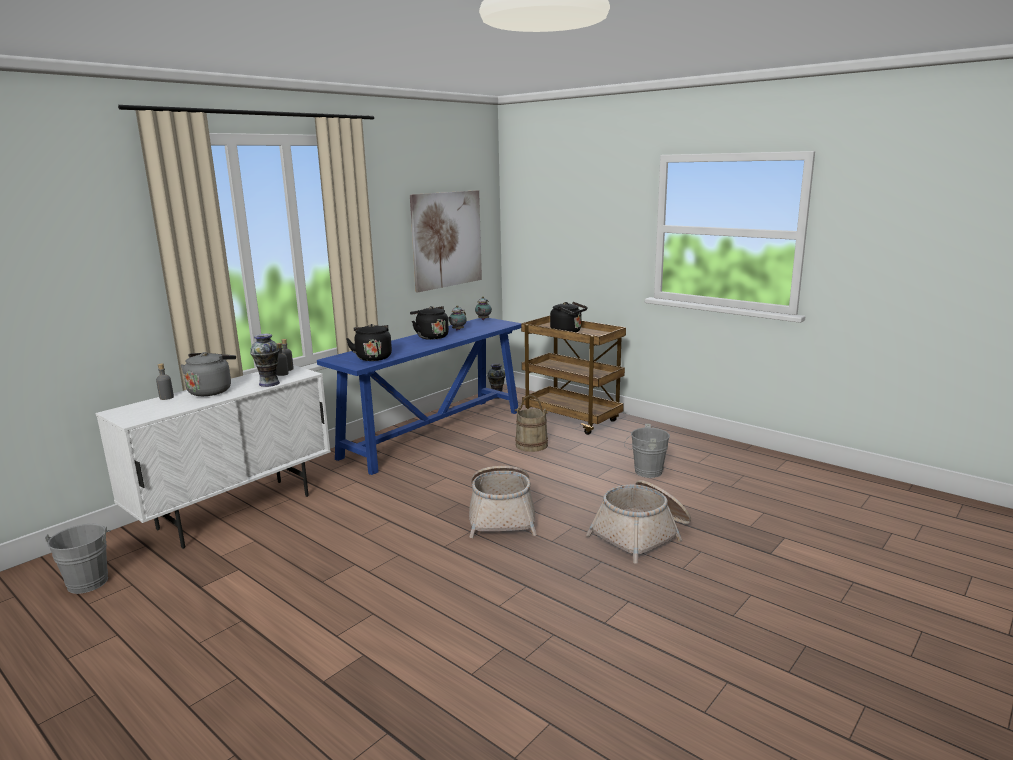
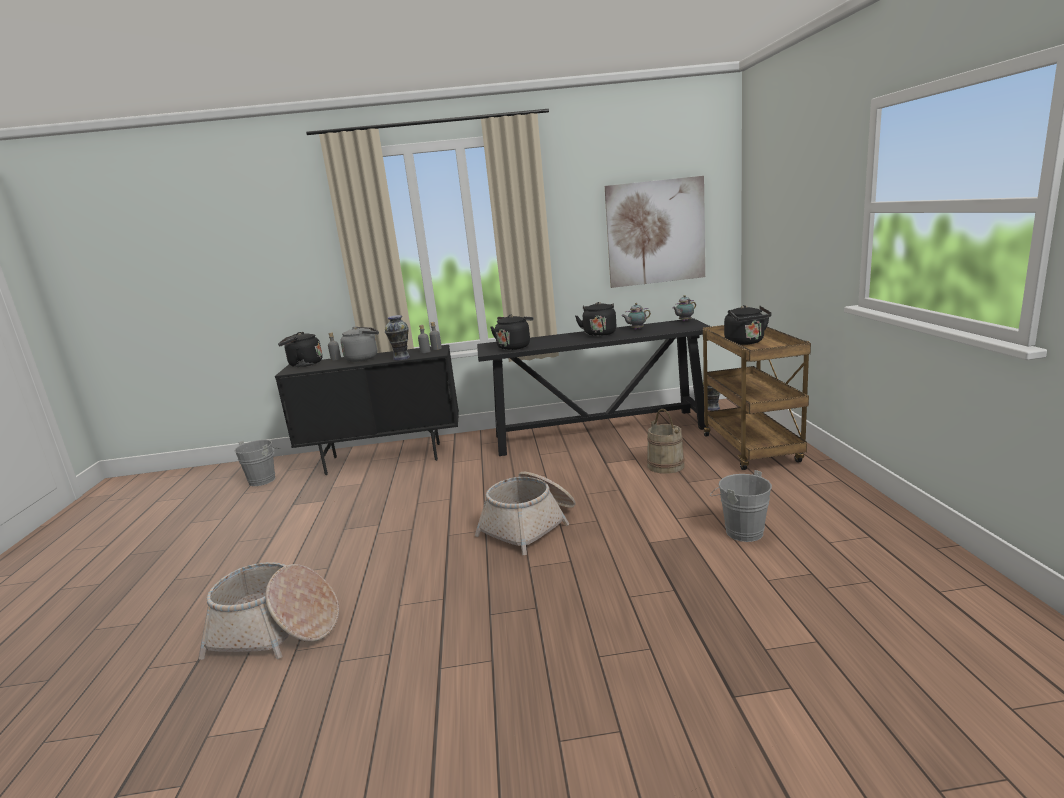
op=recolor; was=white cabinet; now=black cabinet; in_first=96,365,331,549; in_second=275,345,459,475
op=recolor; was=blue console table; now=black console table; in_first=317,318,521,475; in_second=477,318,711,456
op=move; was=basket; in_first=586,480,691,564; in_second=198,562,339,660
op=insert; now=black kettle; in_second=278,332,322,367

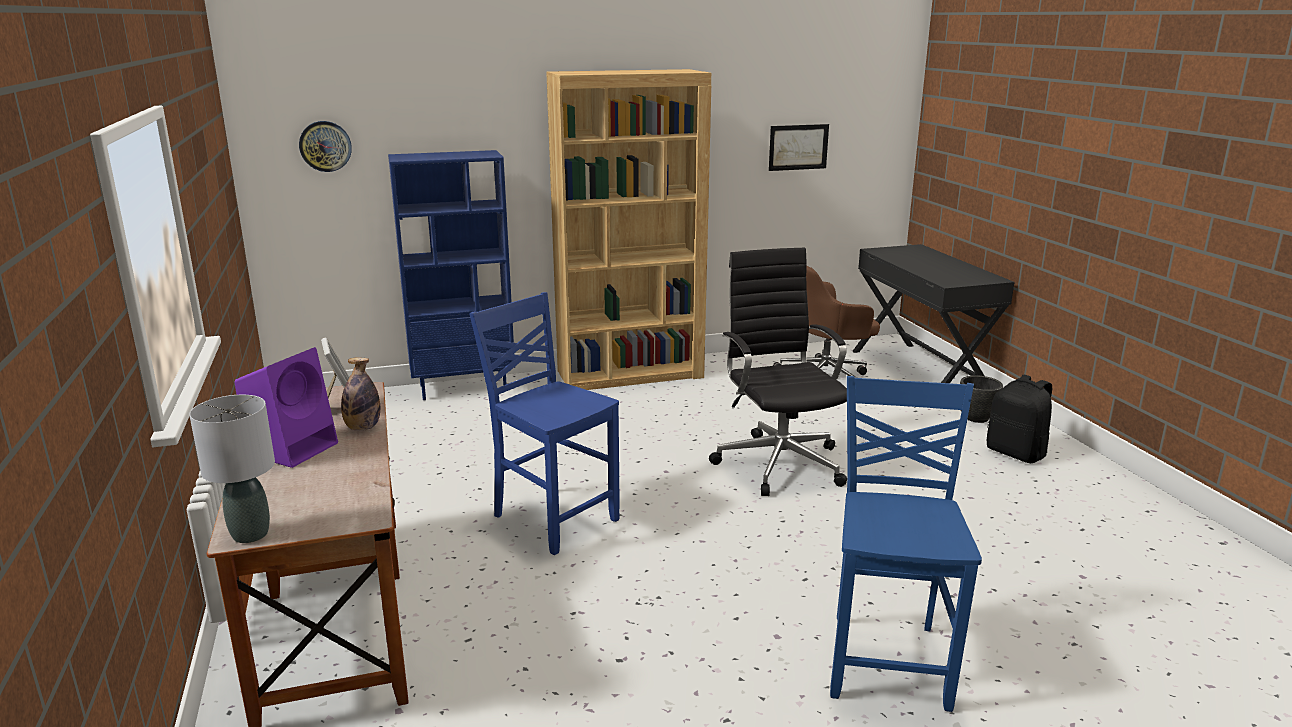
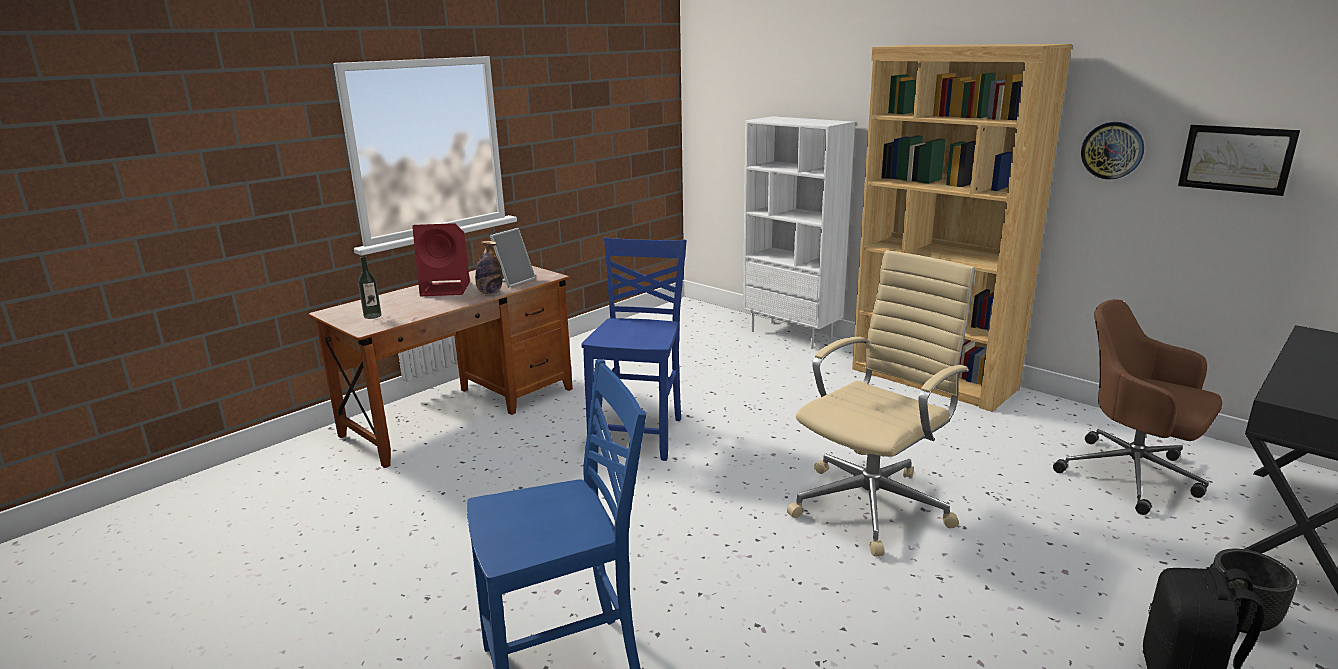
op=delete; was=grey table lamp; in_first=189,395,275,543
op=recolor; was=purple speaker; now=red speaker; in_first=234,347,338,468; in_second=412,223,470,296
op=move; was=wall clock; in_first=299,121,352,172; in_second=1081,122,1144,180
op=recolor; was=blue bookcase; now=white bookcase; in_first=388,150,515,400; in_second=743,116,855,349
op=recolor; was=black office chair; now=beige office chair; in_first=709,247,847,496; in_second=787,250,976,557
op=insert; now=bottle; in_second=358,256,381,319

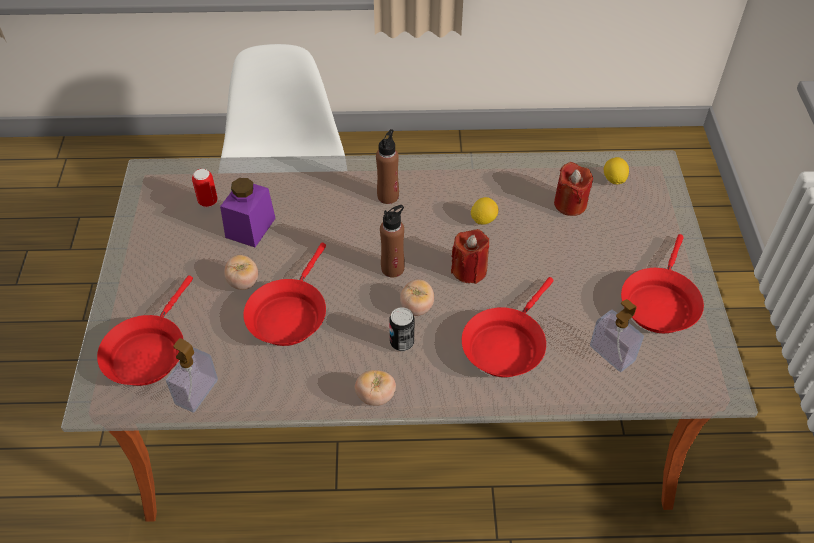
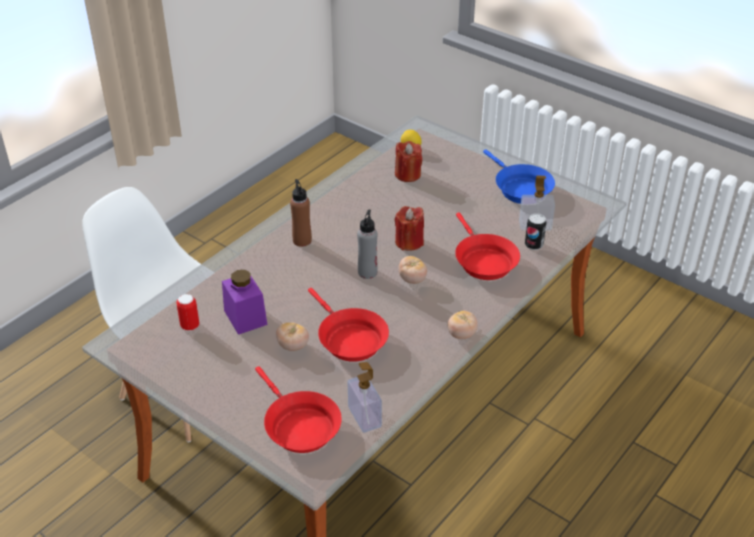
op=recolor; was=brown bottle; now=grey bottle; in_first=380,205,405,277; in_second=357,210,378,279
op=move; was=can; in_first=389,307,414,351; in_second=525,213,547,250
op=delete; was=lemon; in_first=471,197,498,225
op=recolor; was=red frying pan; now=blue frying pan; in_first=621,234,704,333; in_second=483,149,555,204

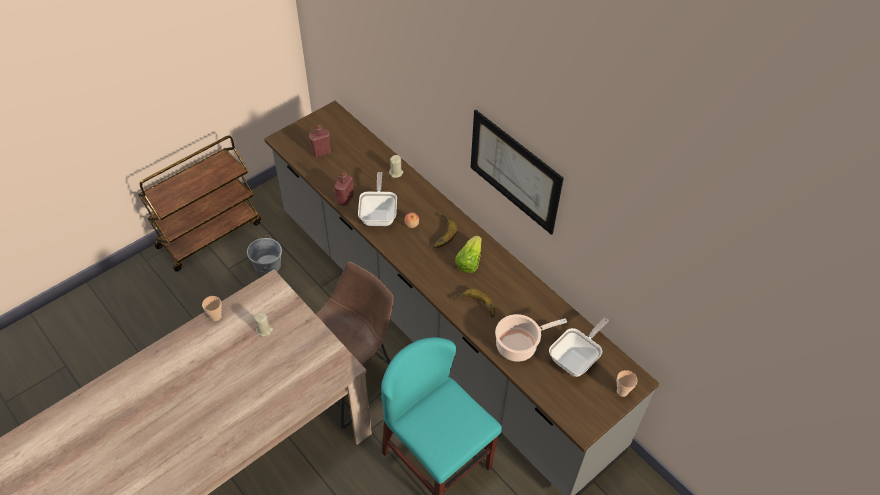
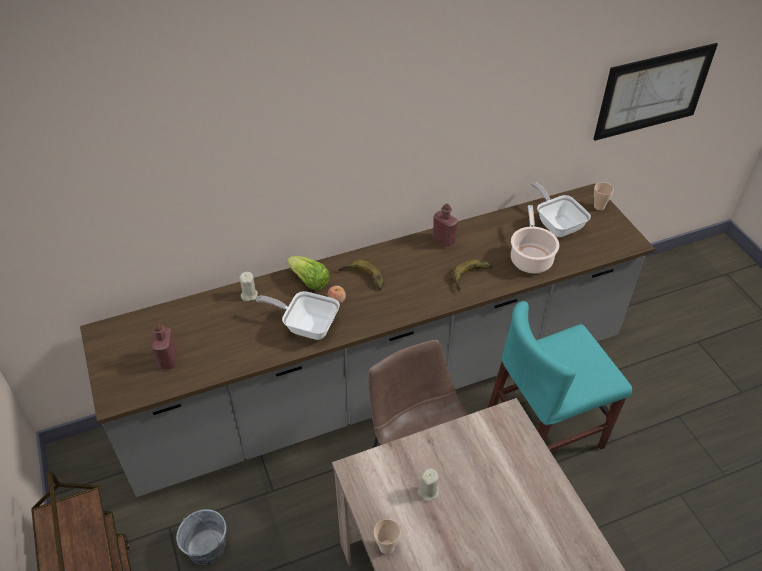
op=move; was=red bottle; in_first=334,170,354,206; in_second=433,203,458,247
op=move; was=lettuce; in_first=455,236,482,273; in_second=287,256,330,291
op=move; was=picture; in_first=470,110,564,235; in_second=593,43,718,141

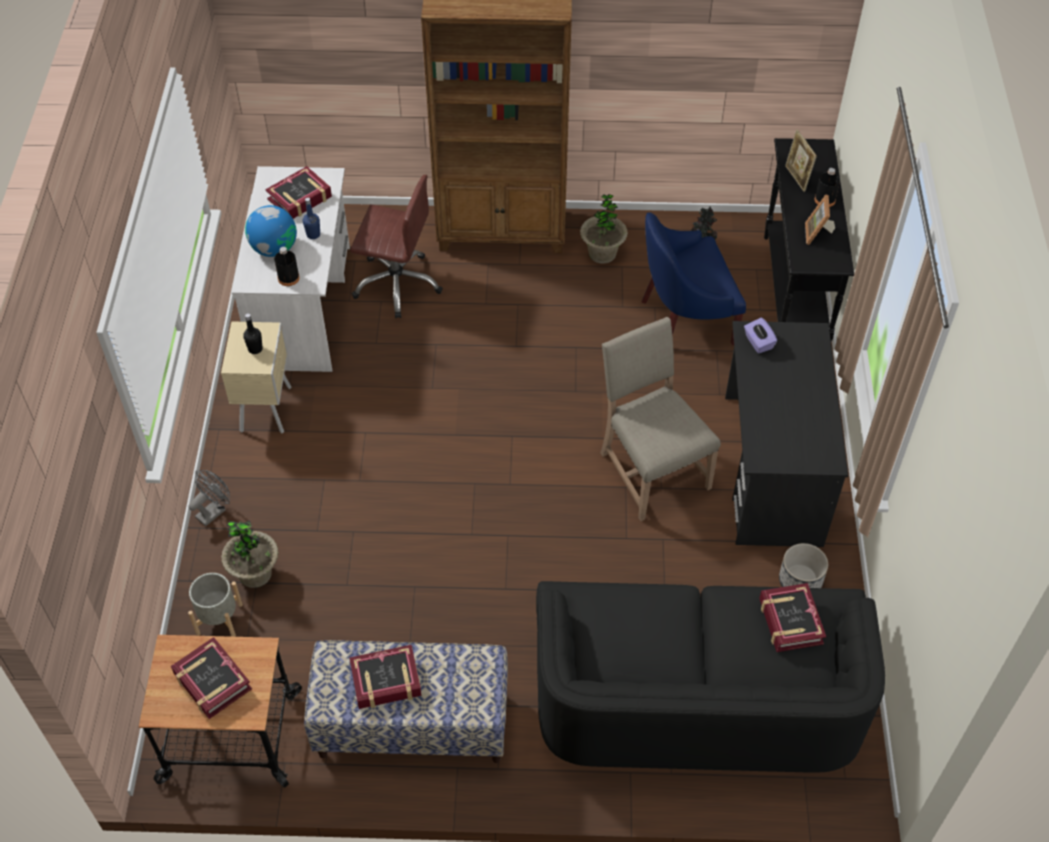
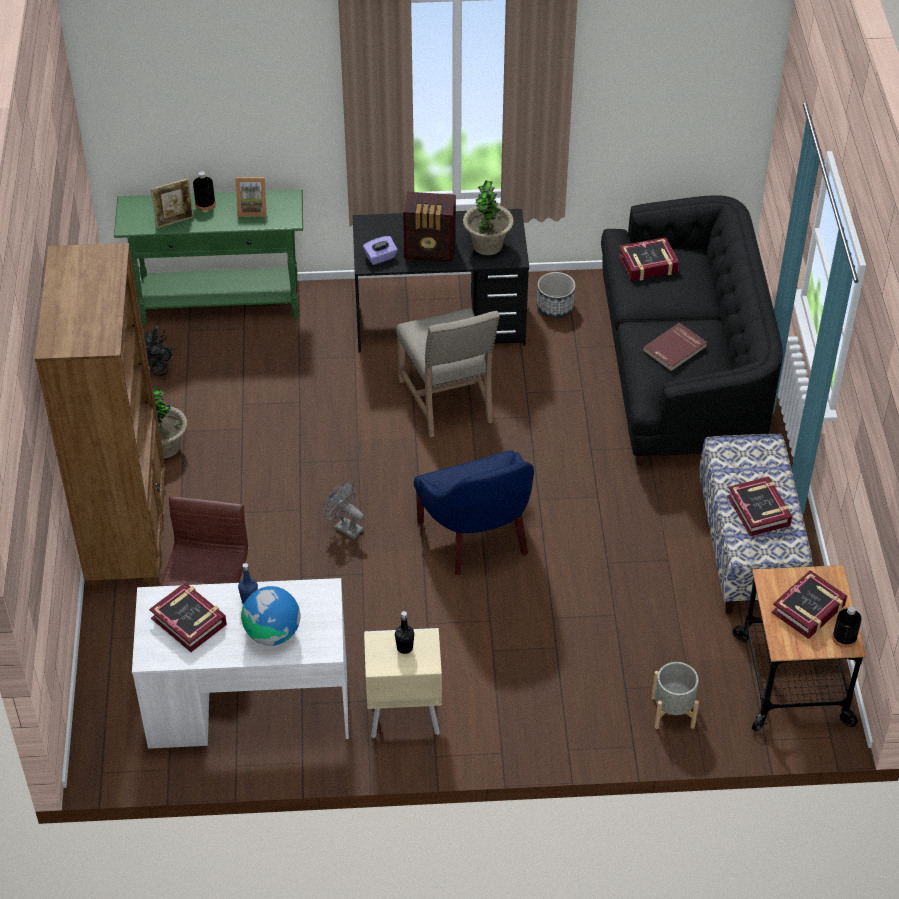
op=move; was=grey fan; in_first=188,470,230,526; in_second=323,482,364,539
op=move; was=potted plant; in_first=221,520,278,588; in_second=463,180,514,255
op=move; was=black bottle; in_first=274,247,300,286; in_second=832,606,862,648
op=rotate; was=beige chair; in_first=600,317,721,521; in_second=396,308,500,437; clockwise=-75
op=move; was=blue armchair; in_first=641,212,746,345; in_second=414,450,534,575
op=recolor; was=black console table; now=green console table; in_first=764,138,854,341; in_second=114,189,303,325
op=insert; now=radio; in_second=403,192,456,262
op=insert; now=red book; in_second=643,323,707,371

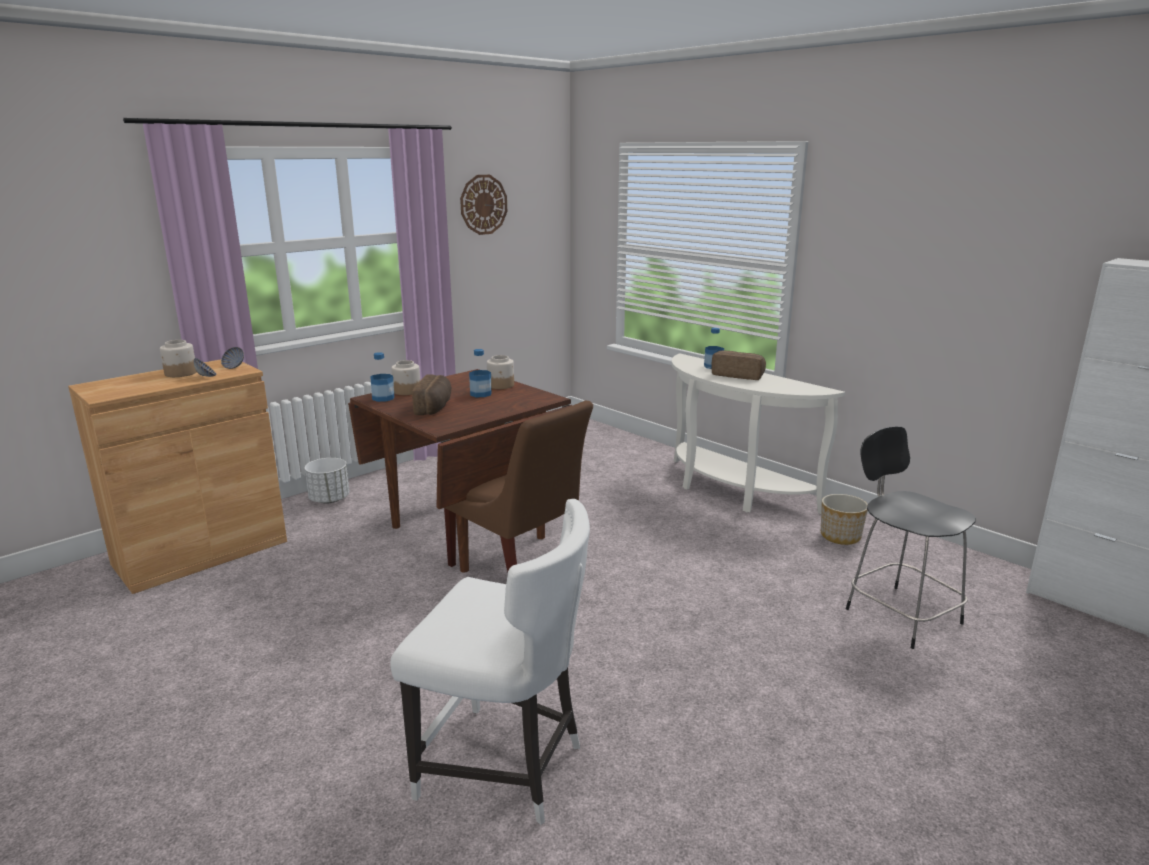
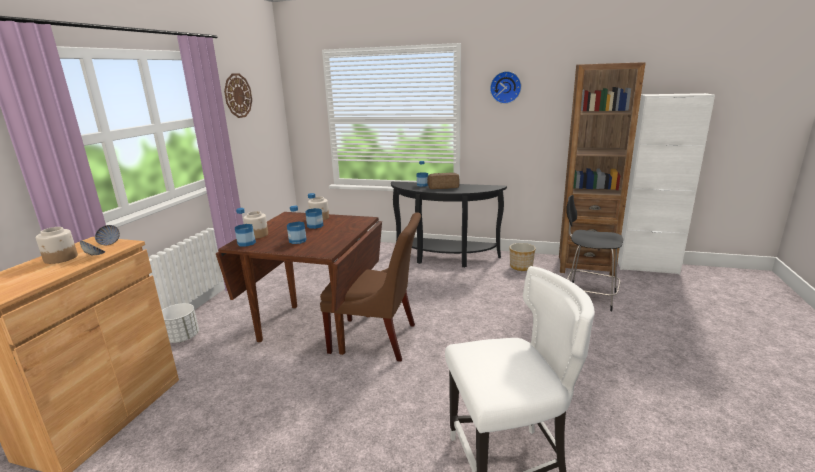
op=replace; was=bread; now=bottle; in_first=412,374,452,415; in_second=287,205,307,244
op=recolor; was=white console table; now=black console table; in_first=671,353,845,514; in_second=391,182,507,268
op=insert; now=wall clock; in_second=490,71,522,104
op=insert; now=brown bookcase; in_second=559,62,646,276

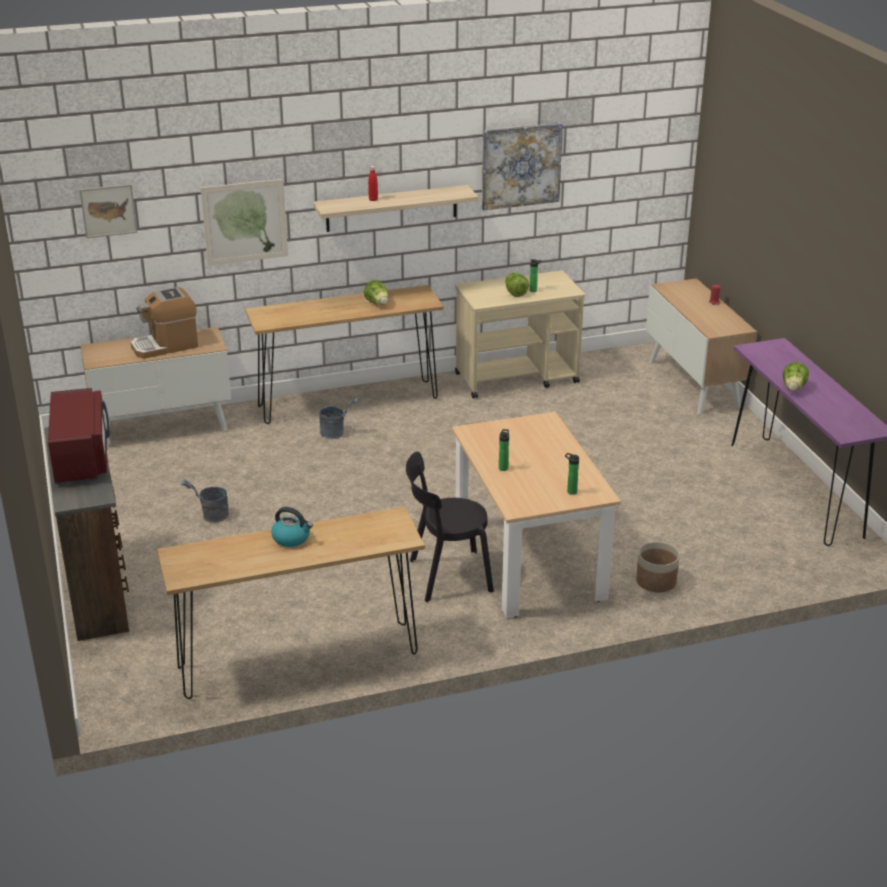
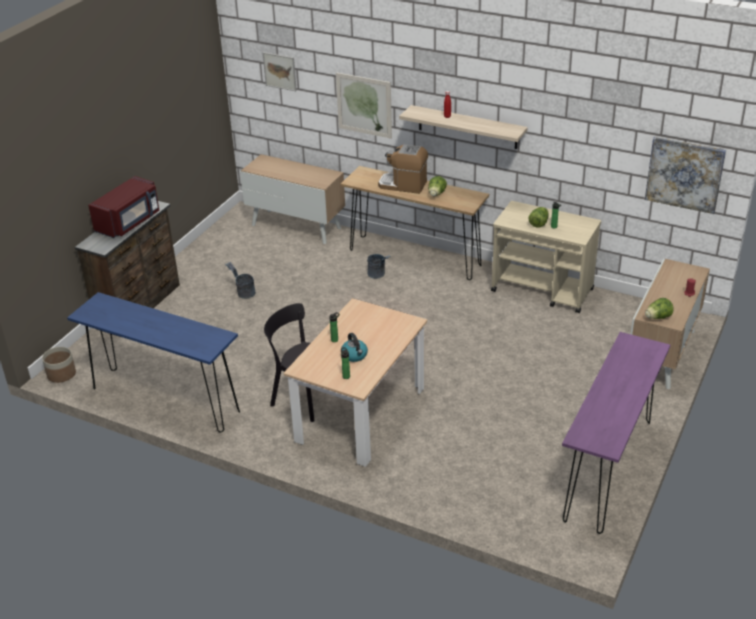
op=move; was=coffee machine; in_first=131,287,198,359; in_second=378,144,428,194
op=recolor; was=brown console table; now=blue console table; in_first=157,507,425,699; in_second=67,292,240,432
op=move; was=kettle; in_first=271,507,313,547; in_second=341,333,368,362
op=move; was=picture; in_first=482,122,563,210; in_second=645,137,726,214
op=move; was=planter; in_first=636,542,680,592; in_second=42,347,76,383
op=move; was=lettuce; in_first=783,362,809,391; in_second=645,298,674,319

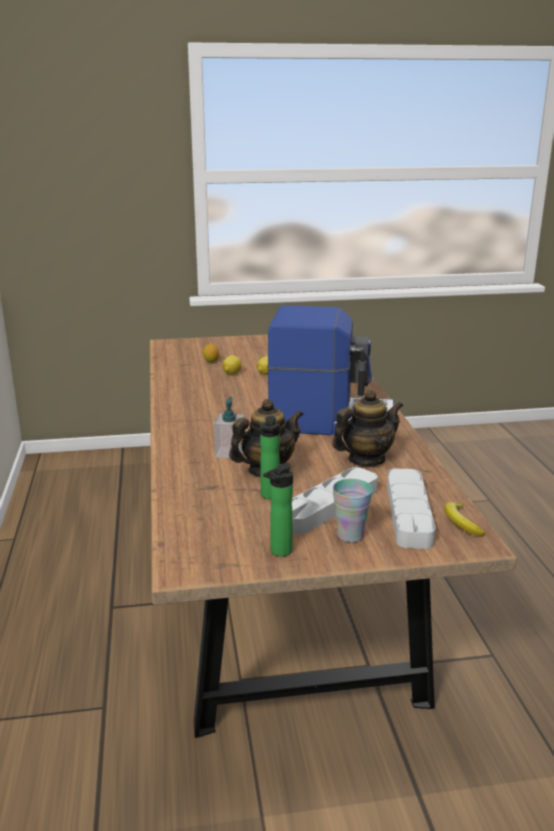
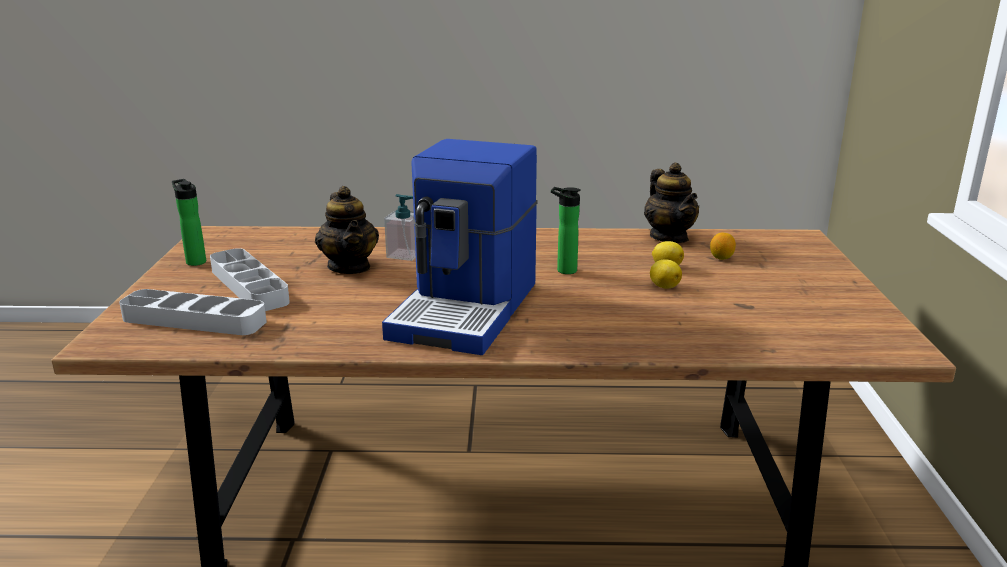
op=move; was=bottle; in_first=260,415,280,499; in_second=551,187,581,274
op=move; was=teapot; in_first=332,390,403,466; in_second=644,162,699,243
op=delete; was=cup; in_first=333,479,373,542
op=delete; was=banana; in_first=444,502,485,536

